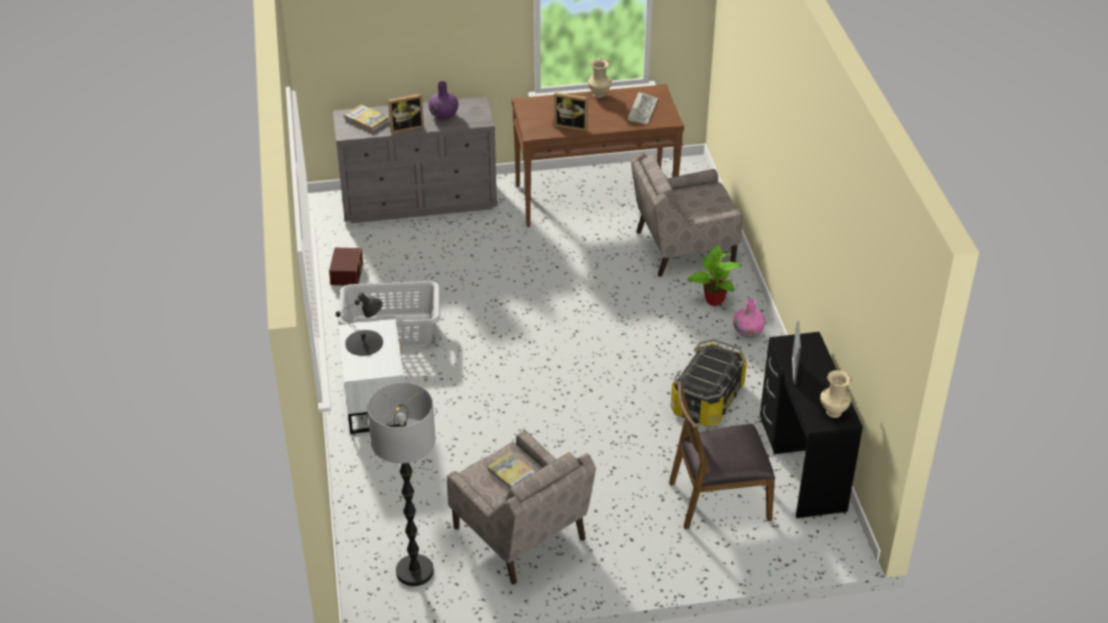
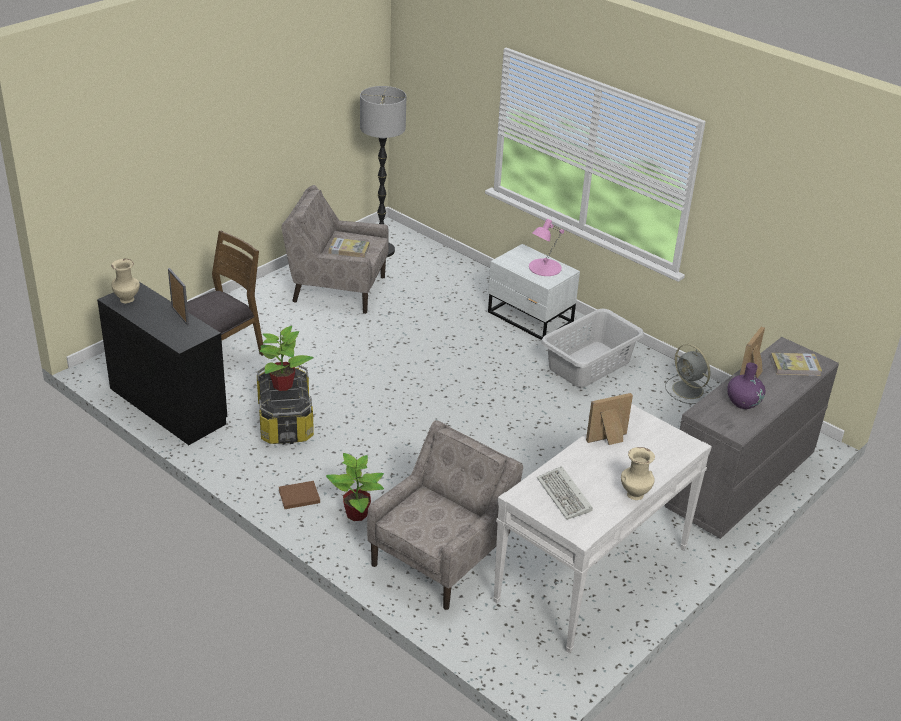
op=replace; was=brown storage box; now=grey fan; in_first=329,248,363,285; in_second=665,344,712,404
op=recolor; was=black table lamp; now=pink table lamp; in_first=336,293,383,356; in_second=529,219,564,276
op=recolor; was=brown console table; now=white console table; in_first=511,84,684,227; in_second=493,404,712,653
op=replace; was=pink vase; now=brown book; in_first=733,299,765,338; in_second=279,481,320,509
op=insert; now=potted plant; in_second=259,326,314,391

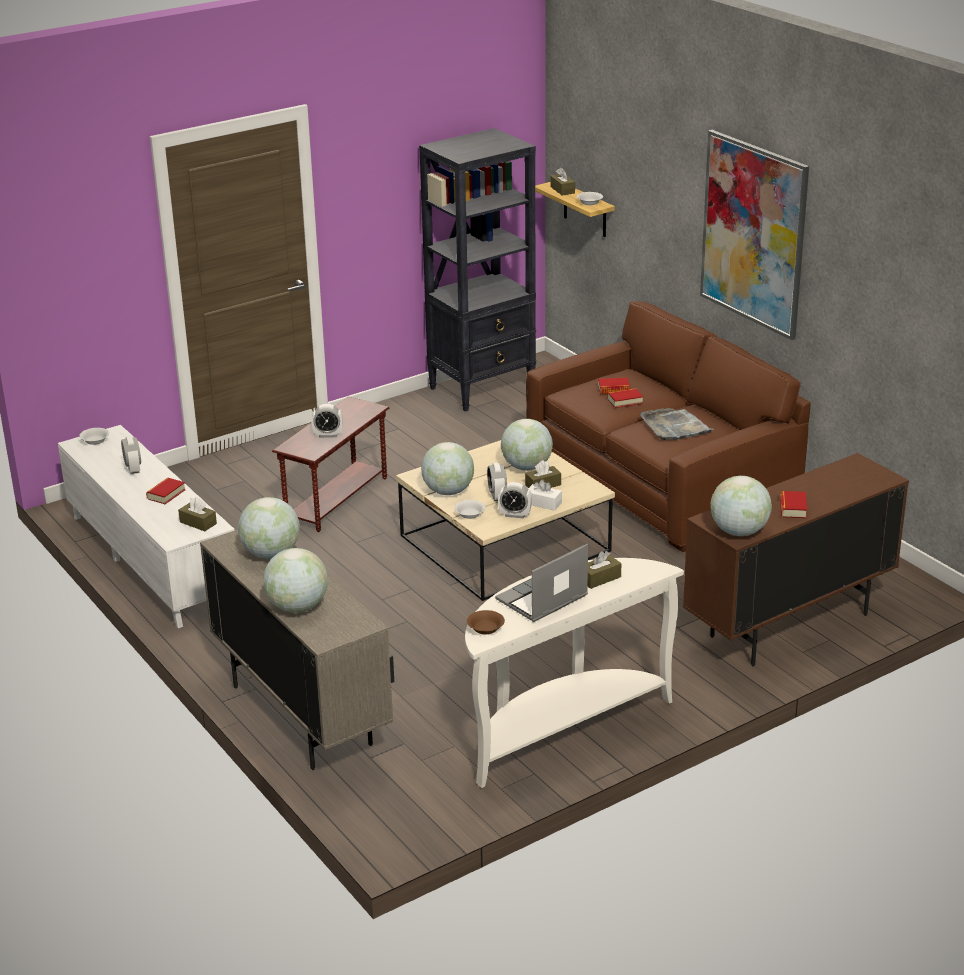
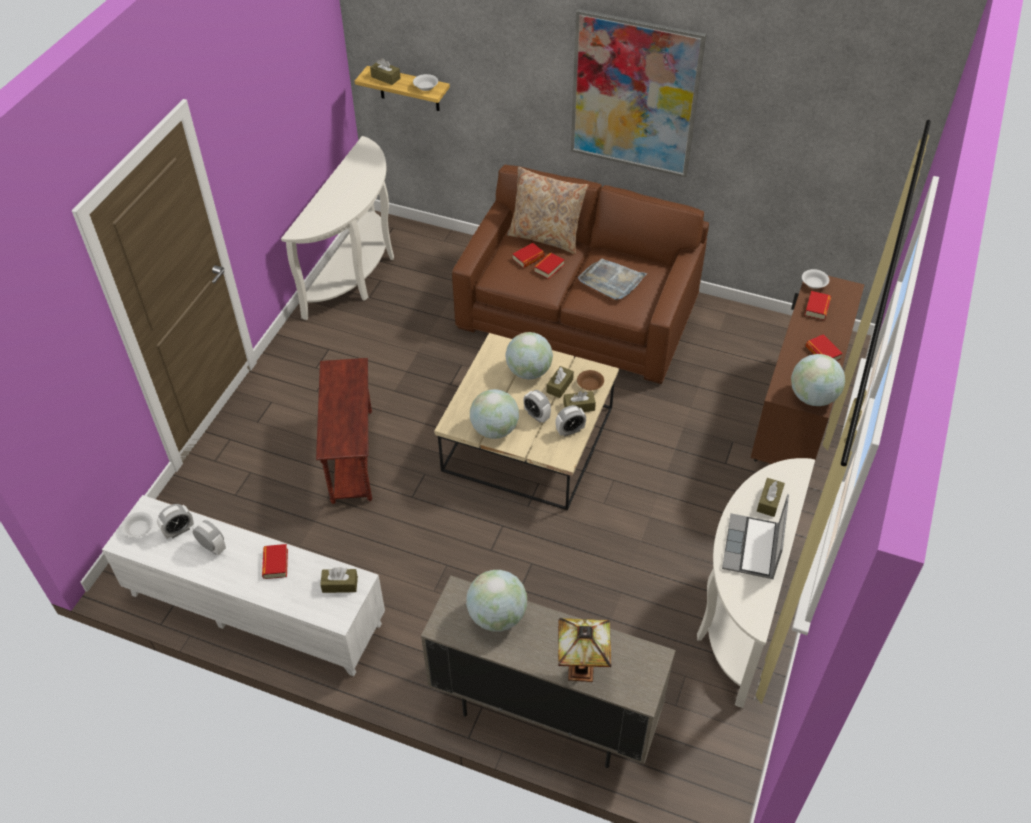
op=replace; was=globe; now=table lamp; in_first=263,548,328,613; in_second=558,618,611,682
op=move; was=alarm clock; in_first=312,404,343,438; in_second=157,504,194,539
op=replace; was=black bookcase; now=white console table; in_first=419,128,536,412; in_second=281,136,394,320
op=move; was=white bowl; in_first=454,500,485,519; in_second=802,269,829,289
op=move; was=brown bowl; in_first=467,610,505,634; in_second=577,370,604,391
op=recolor; was=white tissue box; now=brown tissue box; in_first=528,480,562,511; in_second=563,391,596,412
op=insert; now=beige pillow; in_second=507,167,589,254
op=insert; now=book; in_second=804,291,831,320

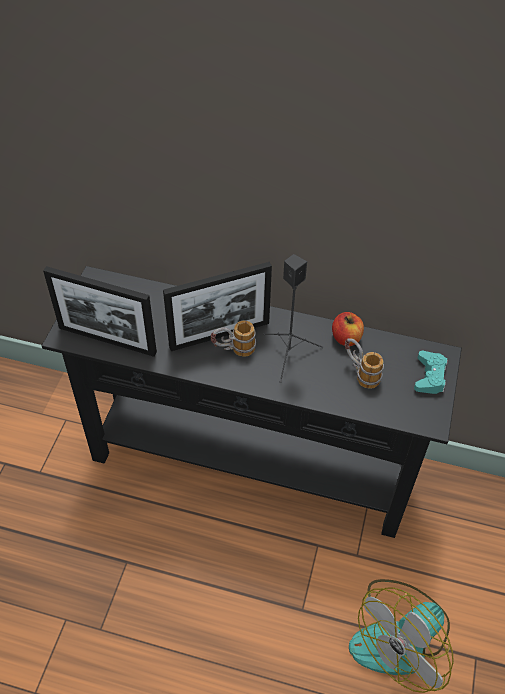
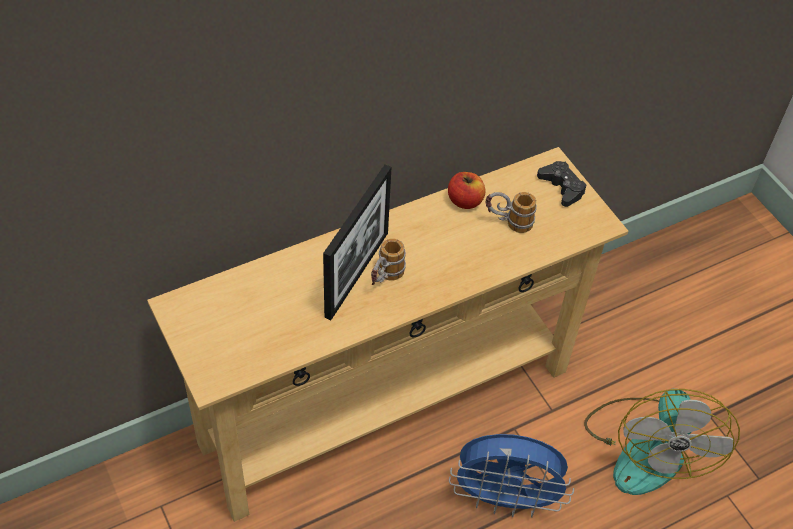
op=recolor; was=black console table; now=beige console table; in_first=42,266,462,538; in_second=147,147,628,522
op=delete; was=picture frame; in_first=43,266,157,357
op=delete; was=black speaker; in_first=263,254,323,383
op=recolor; was=turquoise game controller; now=black game controller; in_first=414,351,448,394; in_second=537,161,586,207
op=insert; now=blue fan; in_second=449,434,574,518

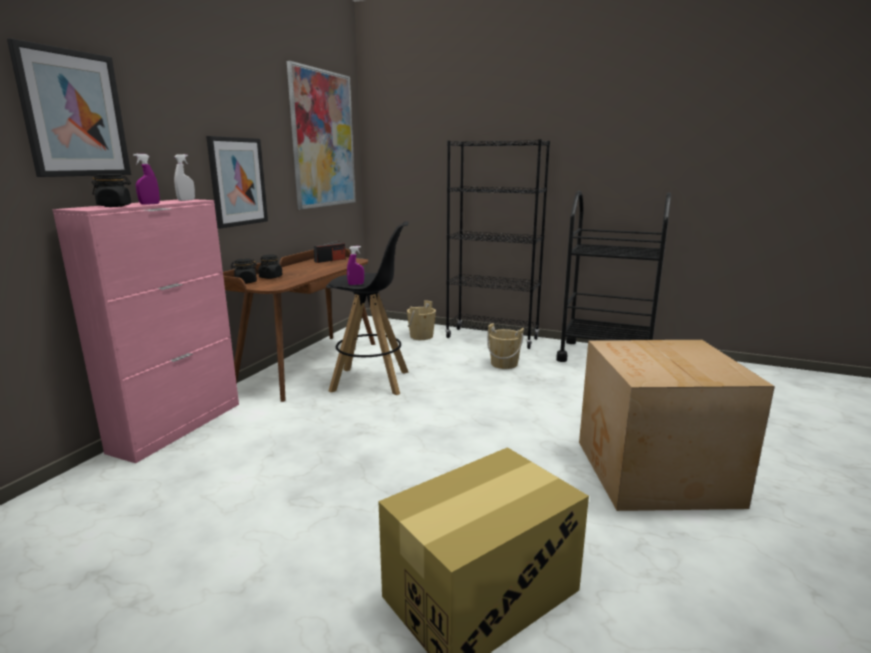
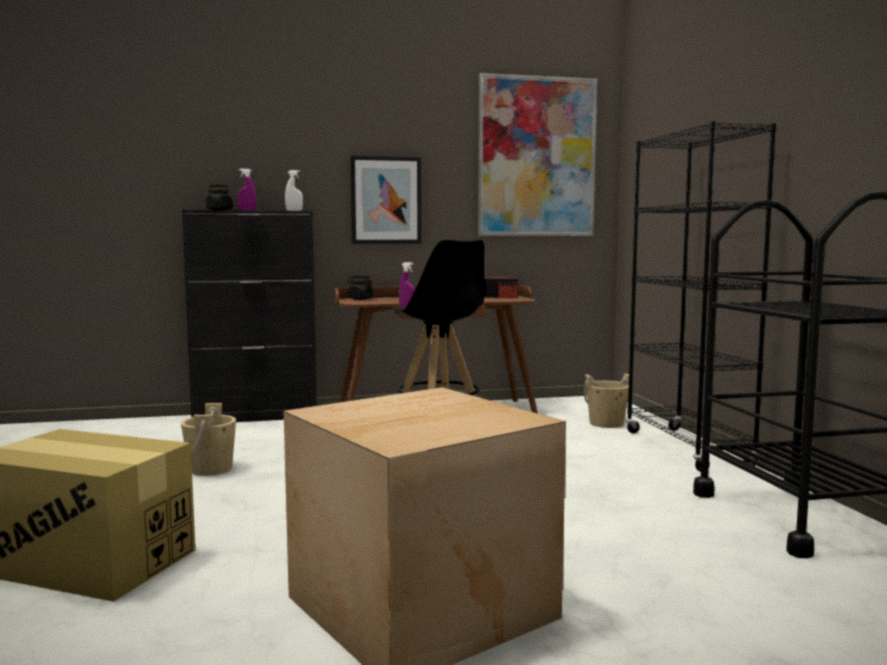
op=delete; was=picture; in_first=7,38,131,177
op=recolor; was=pink cabinet; now=black cabinet; in_first=52,199,239,463; in_second=182,210,317,422
op=delete; was=black jar; in_first=258,255,283,279
op=move; was=beige bucket; in_first=487,323,524,369; in_second=181,403,236,476

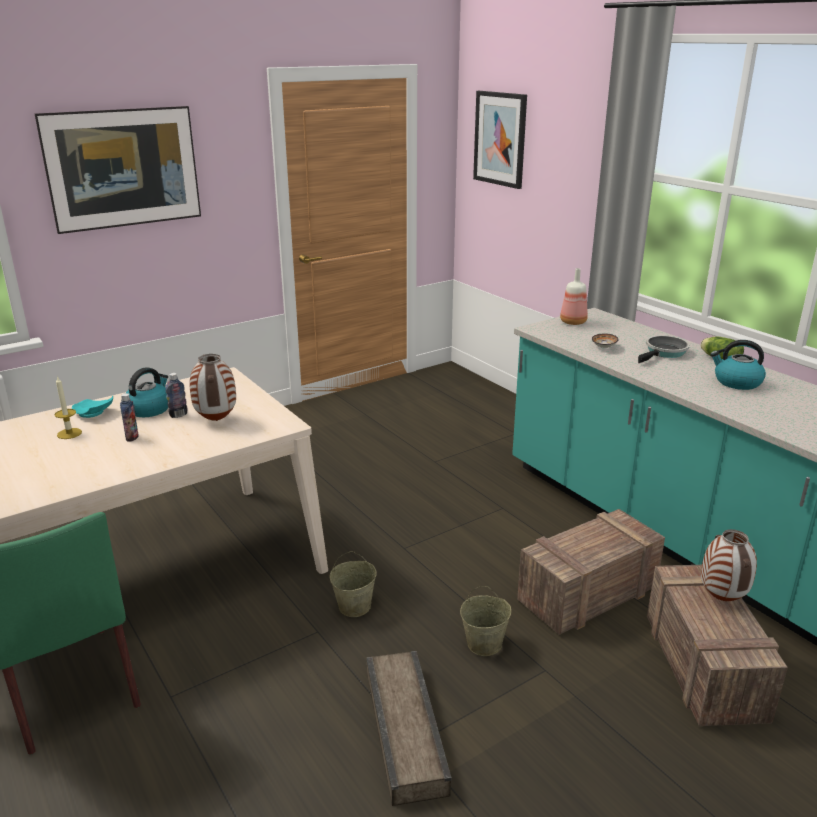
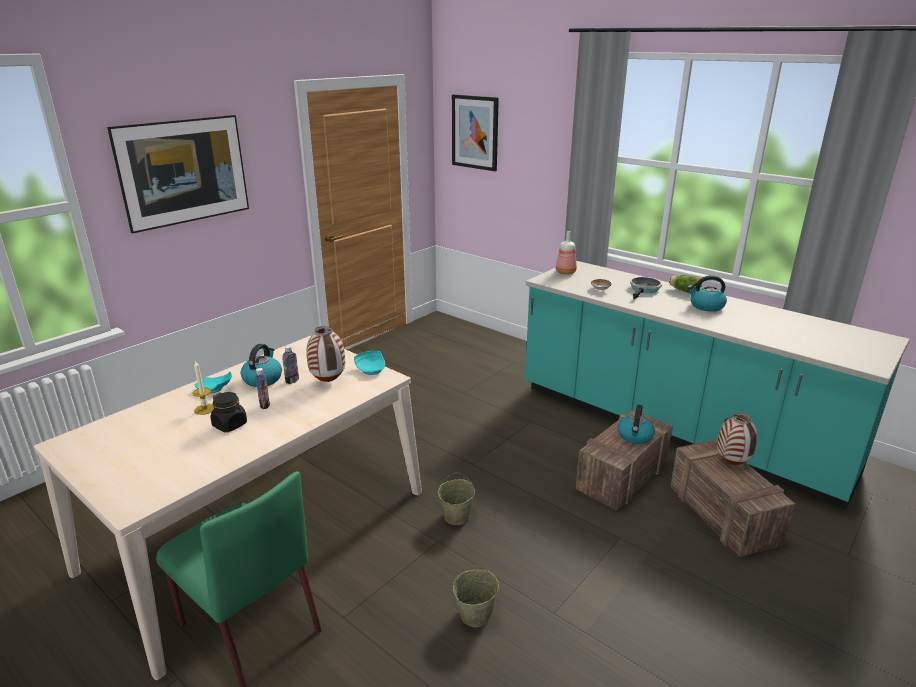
op=delete; was=crate; in_first=366,651,451,806
op=move; was=beige bucket; in_first=460,586,511,656; in_second=453,565,499,627
op=insert; now=black jar; in_second=210,392,247,432
op=insert; now=turquoise plate; in_second=354,351,385,375
op=insert; now=kettle; in_second=618,405,655,444

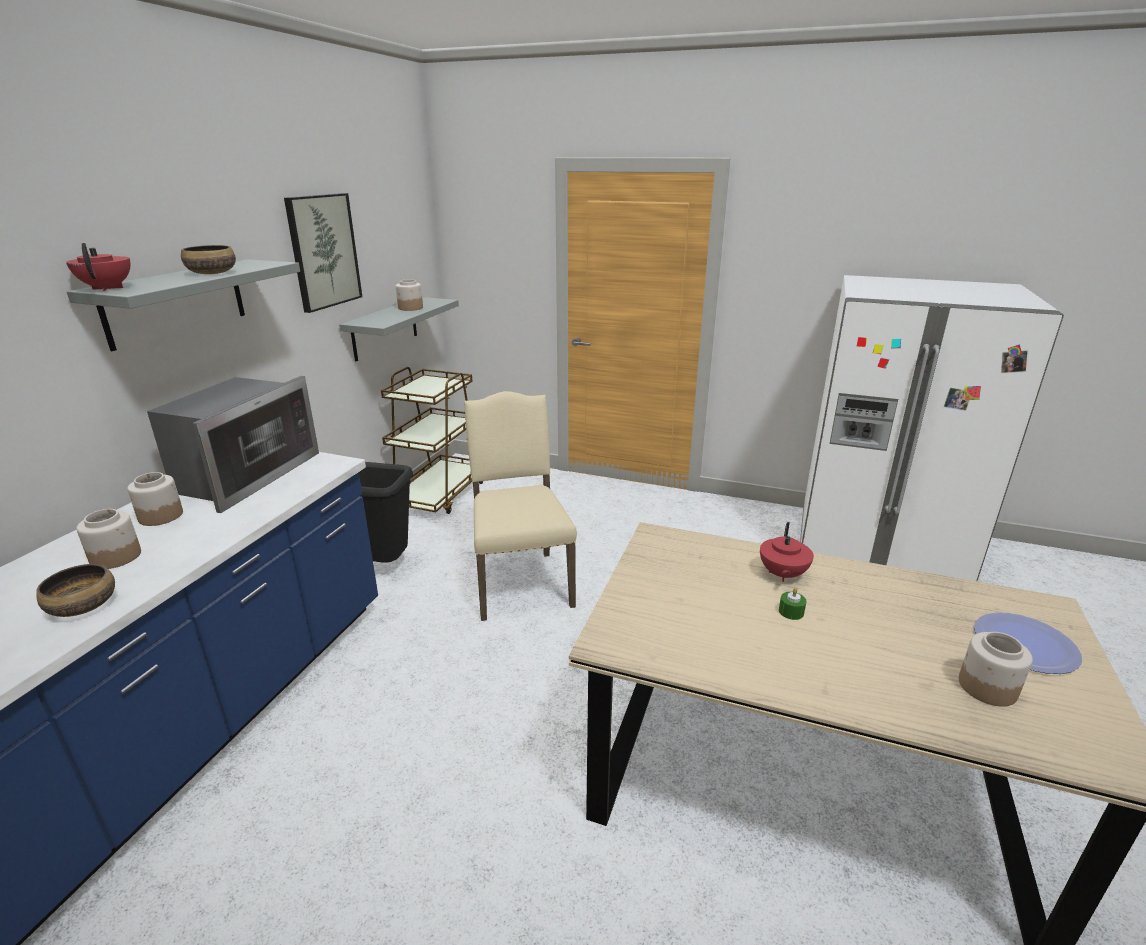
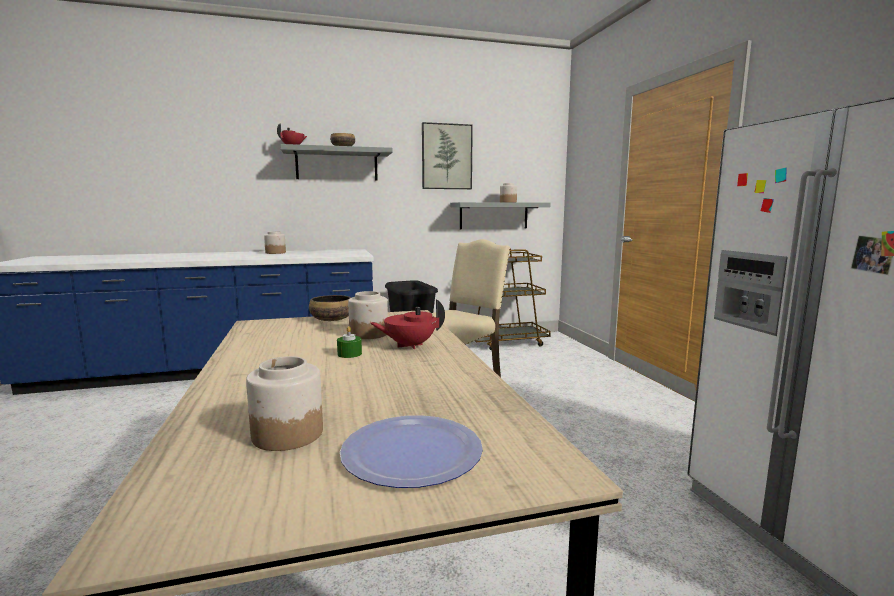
op=move; was=bowl; in_first=36,564,115,617; in_second=309,295,351,321
op=move; was=jar; in_first=76,509,141,569; in_second=348,291,388,339
op=delete; was=microwave; in_first=147,376,319,513

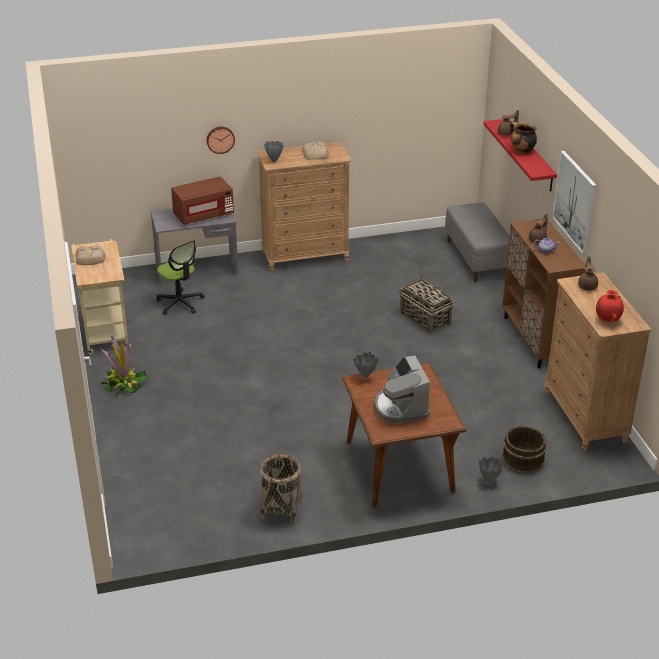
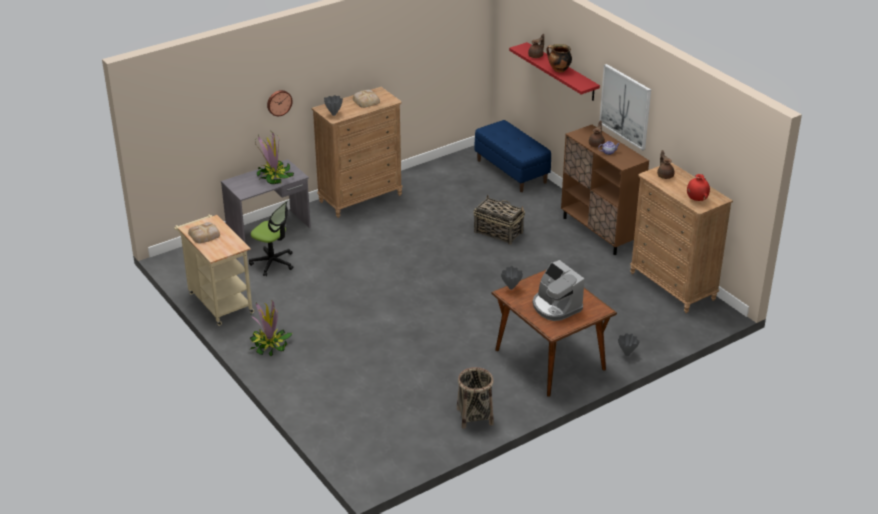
op=replace; was=brown microwave; now=potted plant; in_first=171,176,234,225; in_second=255,131,294,184
op=recolor; was=grey bench; now=blue bench; in_first=445,202,509,282; in_second=475,120,551,192
op=delete; was=brown bucket; in_first=502,426,547,474

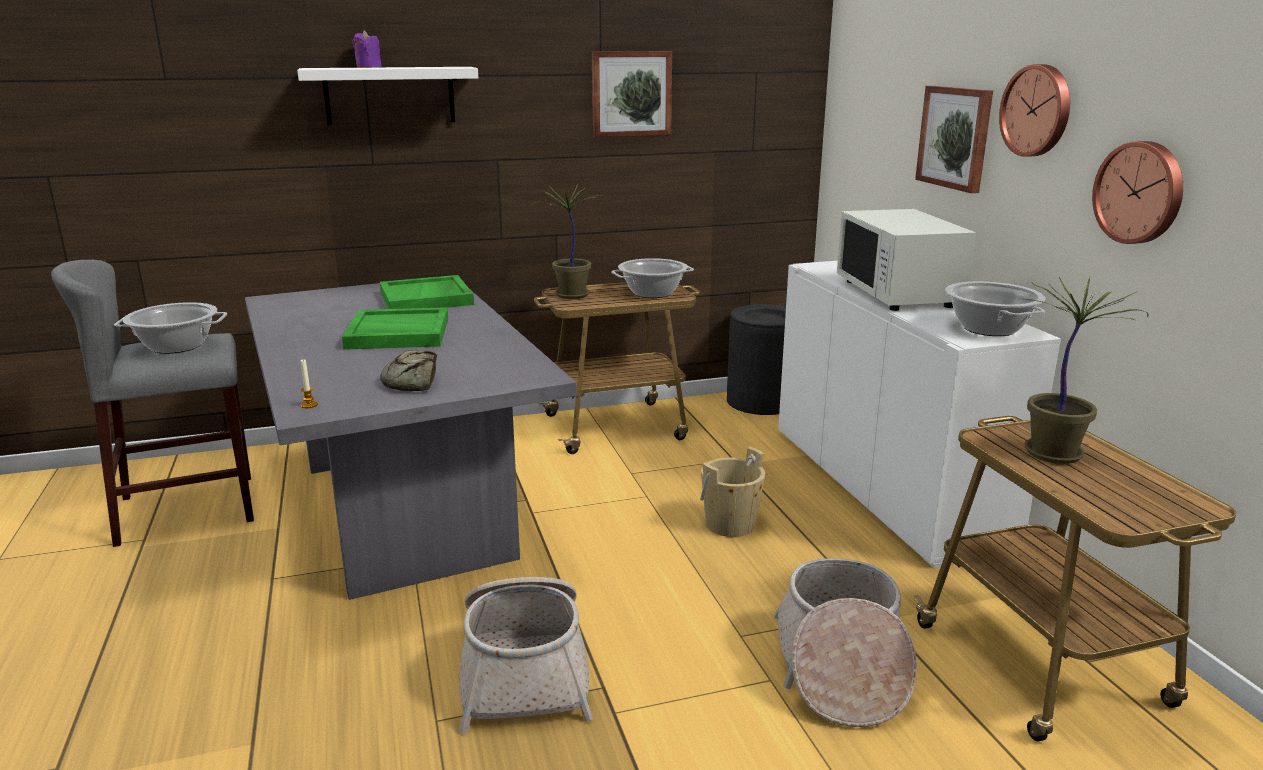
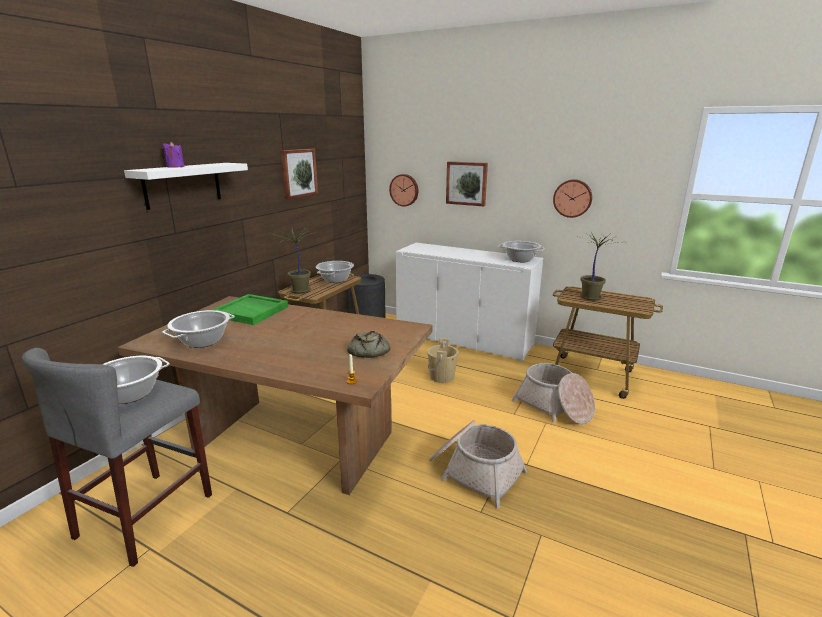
op=recolor; was=grey dining table; now=brown dining table; in_first=245,283,577,600; in_second=118,296,433,495
op=delete; was=green tray; in_first=342,307,448,350
op=delete; was=white microwave; in_first=837,209,976,311
op=move; was=wall clock; in_first=999,64,1070,157; in_second=389,174,418,207
op=insert; now=cooking pot; in_second=162,310,235,348

